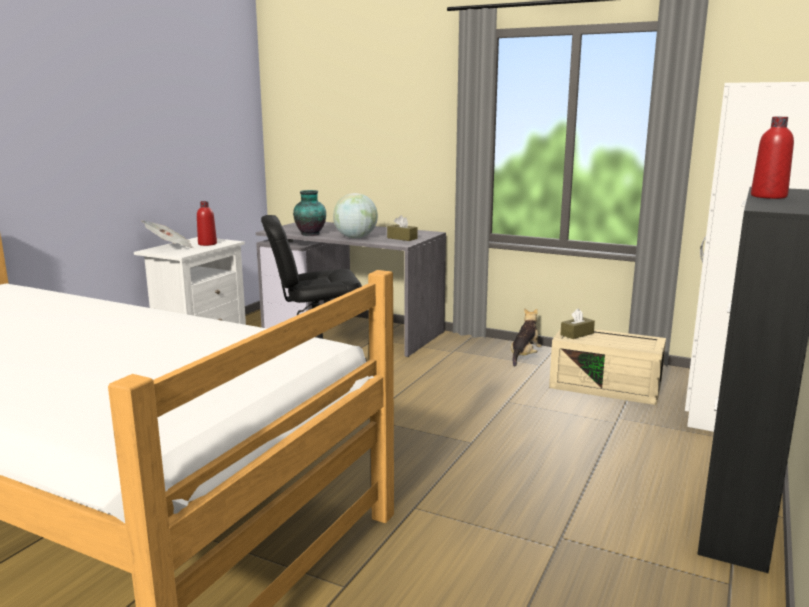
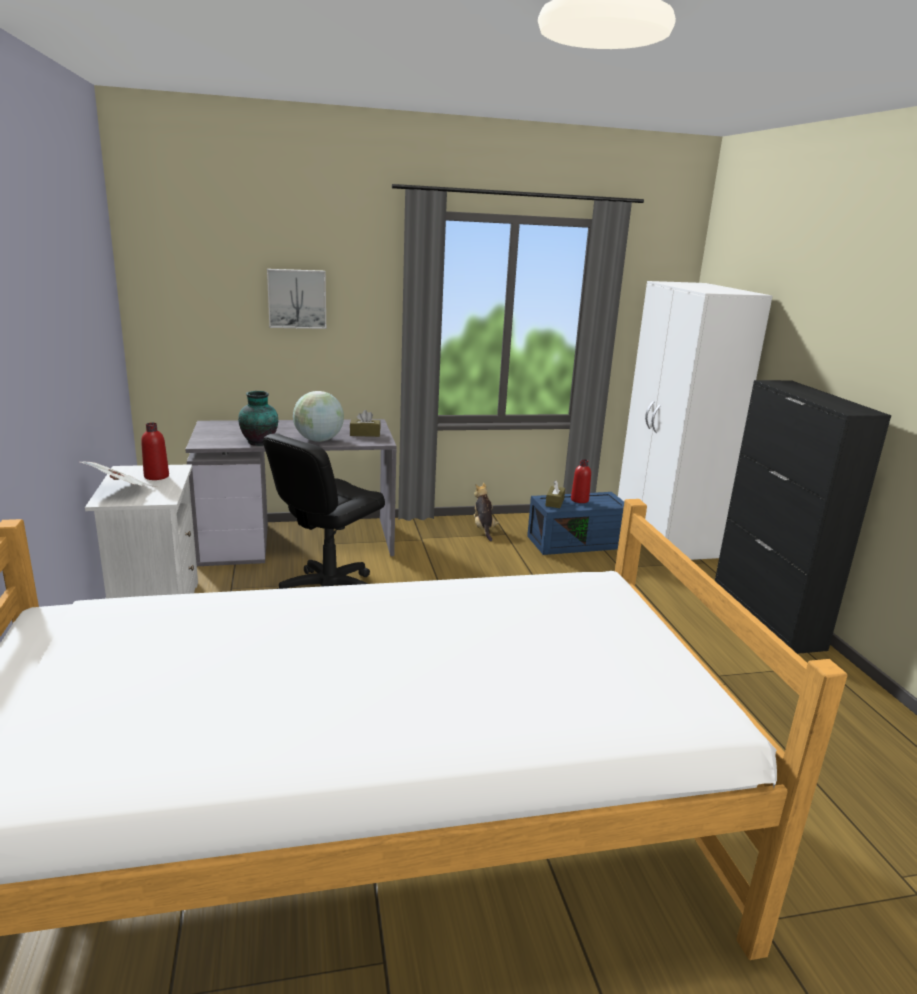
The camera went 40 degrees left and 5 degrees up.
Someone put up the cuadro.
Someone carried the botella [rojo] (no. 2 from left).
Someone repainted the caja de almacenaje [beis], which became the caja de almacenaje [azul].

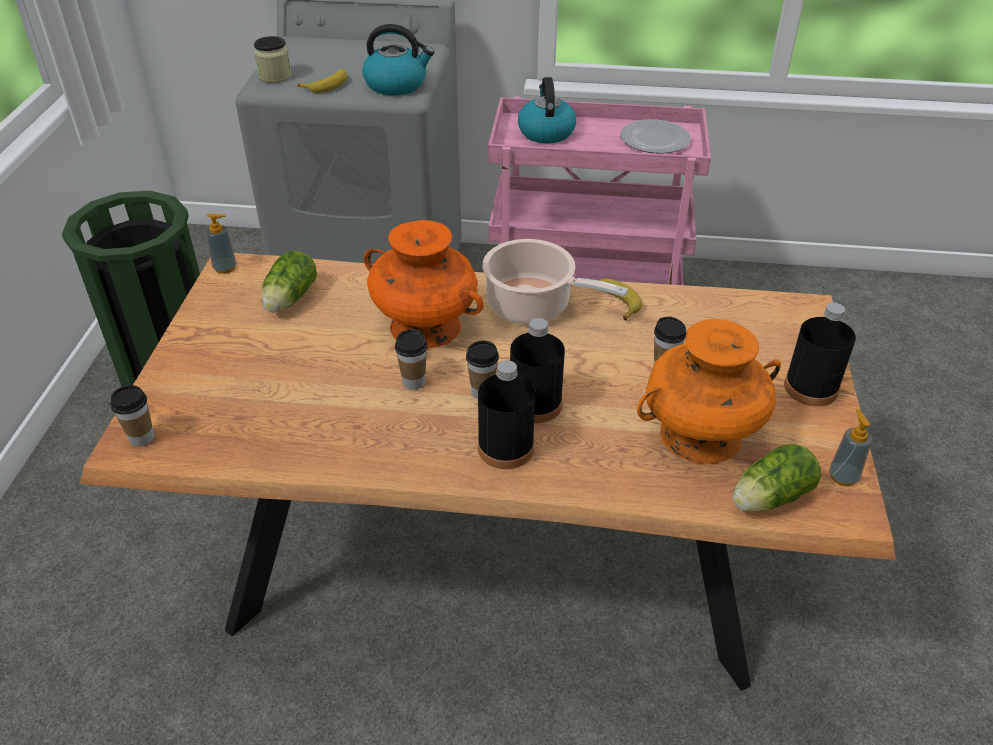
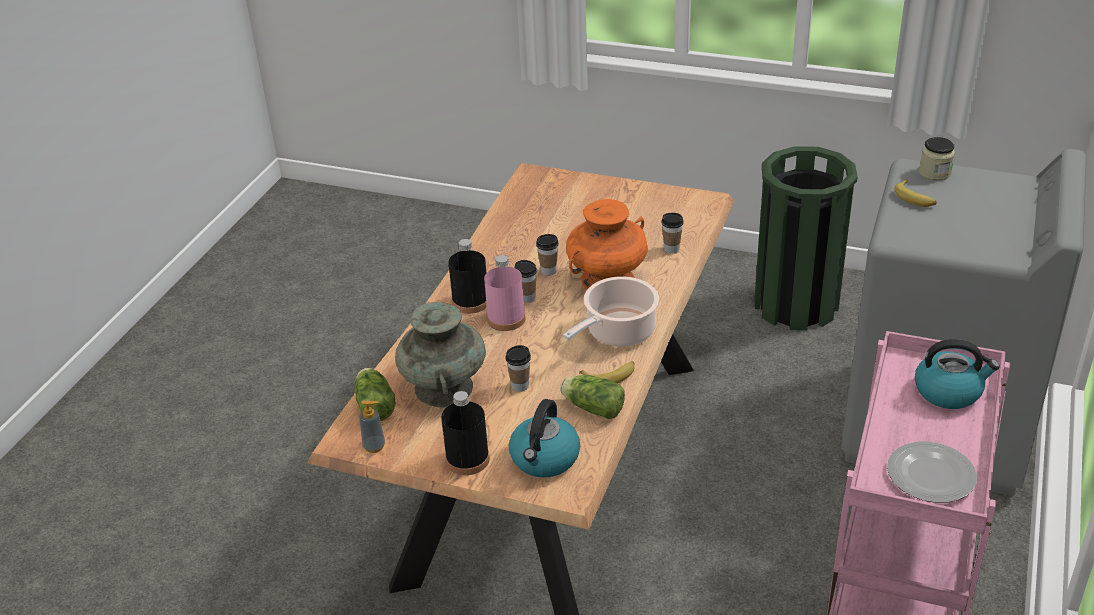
The camera went 105 degrees right and 5 degrees down.
Someone took away the dispensador de jabón (no. 1 from left).
Someone carried the taza (no. 1 from left in the first image).
Someone carried the lechuga (no. 1 from left in the first image).
Someone carried the hervidor (no. 1 from left).
Someone repainted the botella [negro] (no. 2 from left), which became the botella [rosa].
Someone repainted the florero [naranja] (no. 2 from left), which became the florero [turquesa].

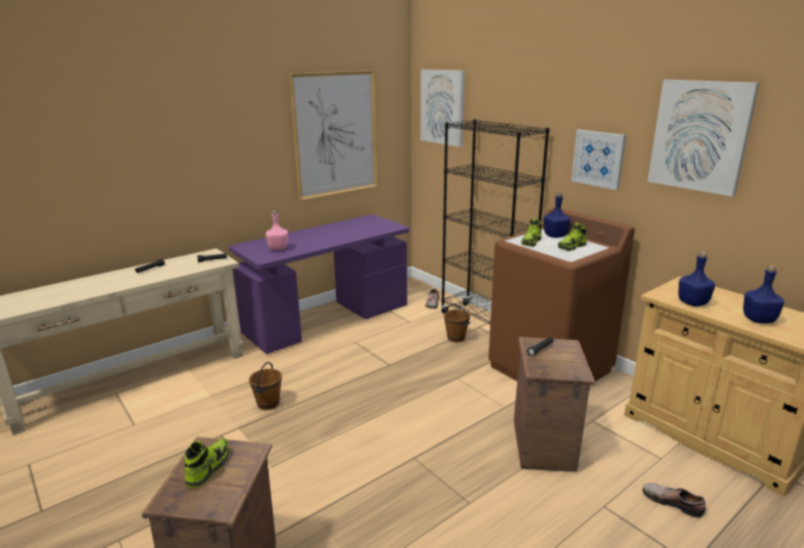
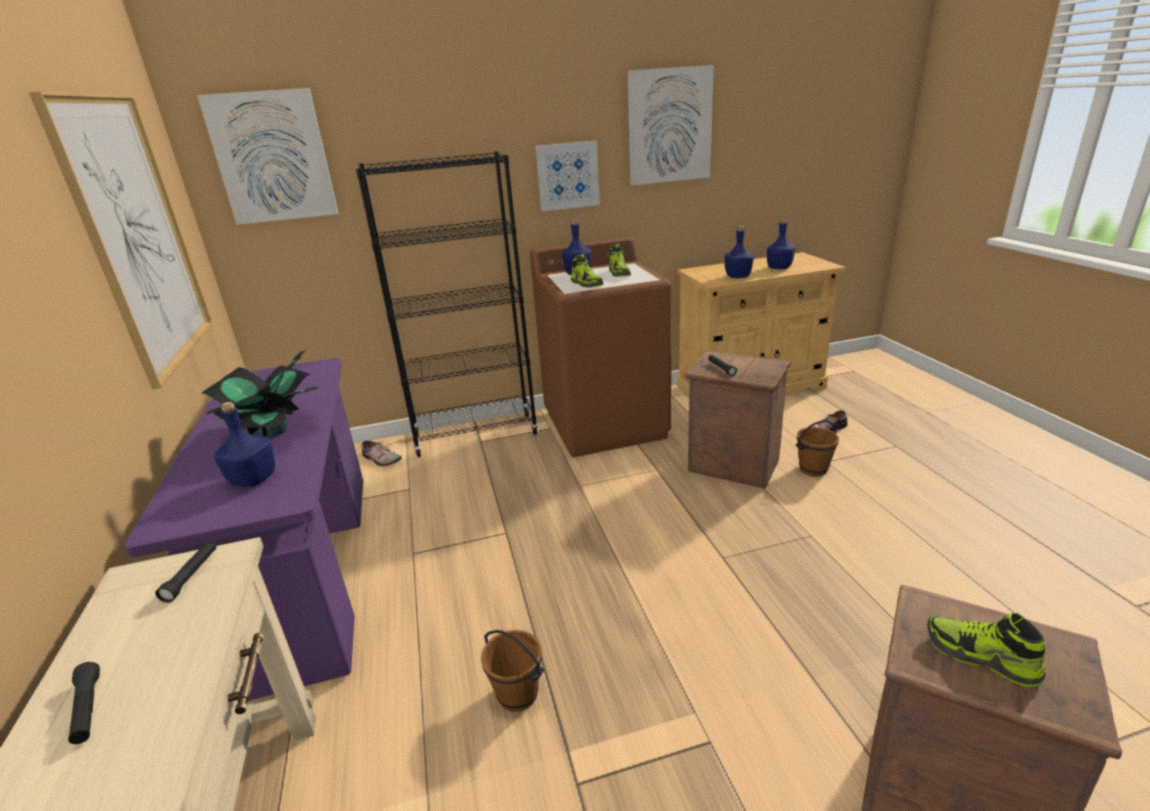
The camera went 65 degrees left and 5 degrees up.
Someone put down the planta en maceta.
Someone carried the cubo [marrón] (no. 2 from left).
Someone repainted the botella [rosa], which became the botella [azul] (no. 1 from left).

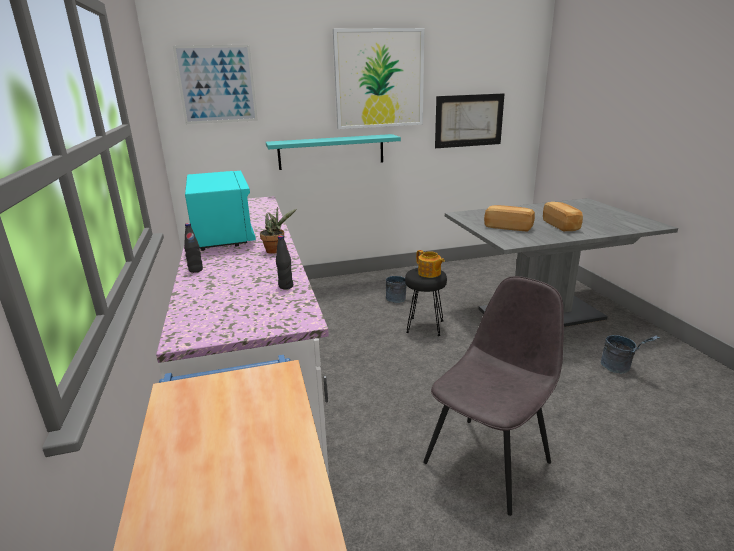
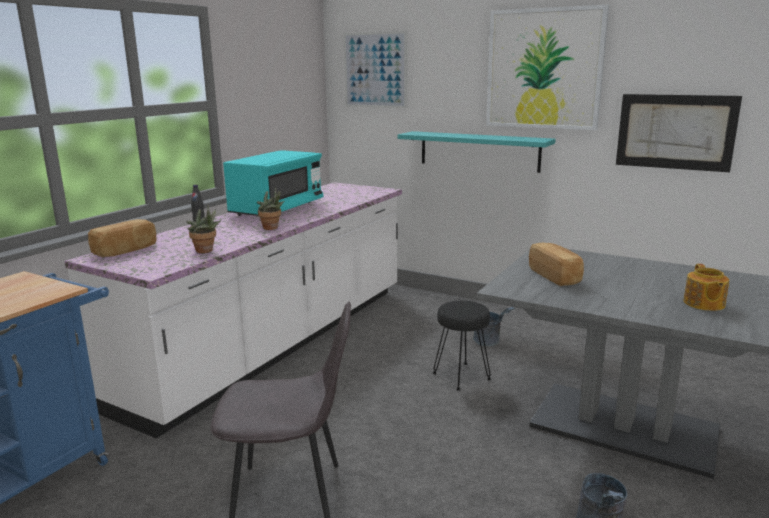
The camera went 45 degrees right and 5 degrees down.
Someone carried the tetera.
Someone carried the pan (no. 2 from left in the first image).
Someone swapped the botella [negro] (no. 2 from left) for the planta en maceta (no. 1 from left).

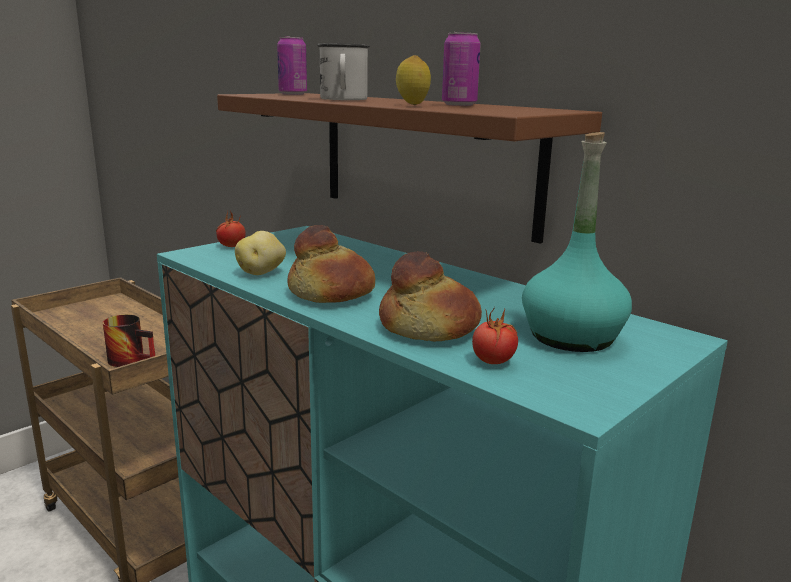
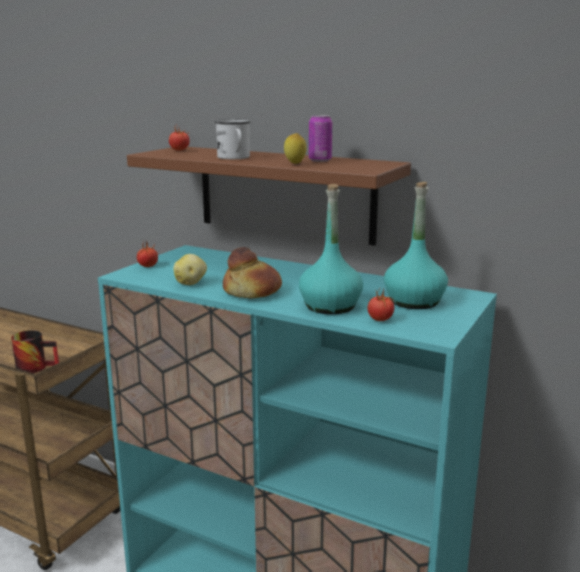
The camera went 15 degrees left and 0 degrees up.
Someone swapped the lata (no. 1 from left) for the tomate (no. 2 from left).
Someone swapped the pan (no. 2 from left) for the botella [turquesa] (no. 1 from left).

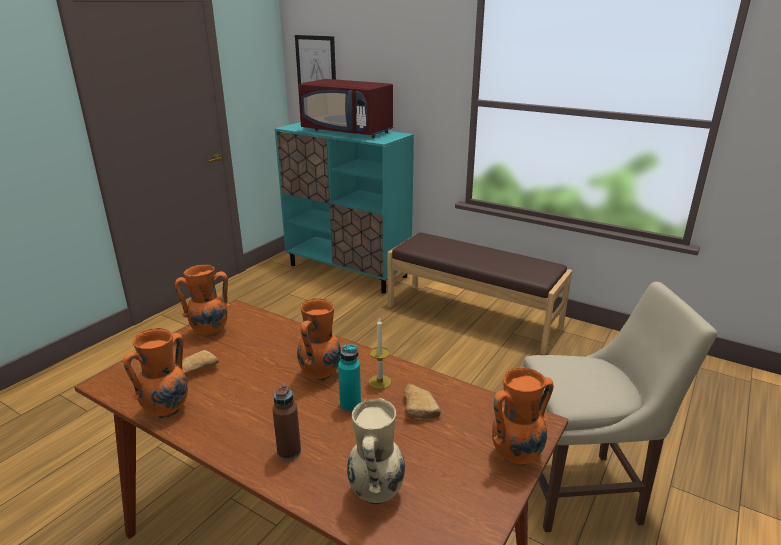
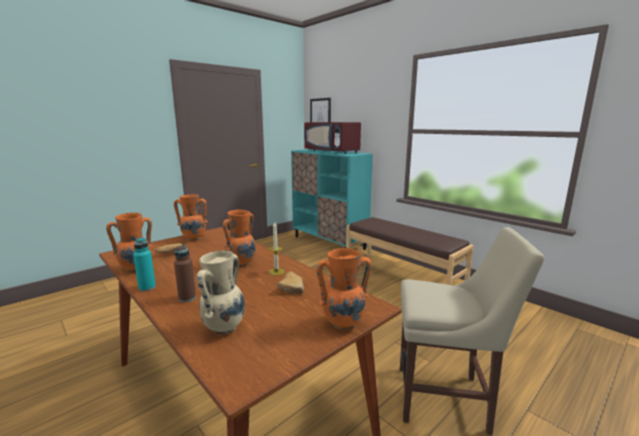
The camera went 15 degrees right and 10 degrees down.
Someone carried the botella [turquesa].

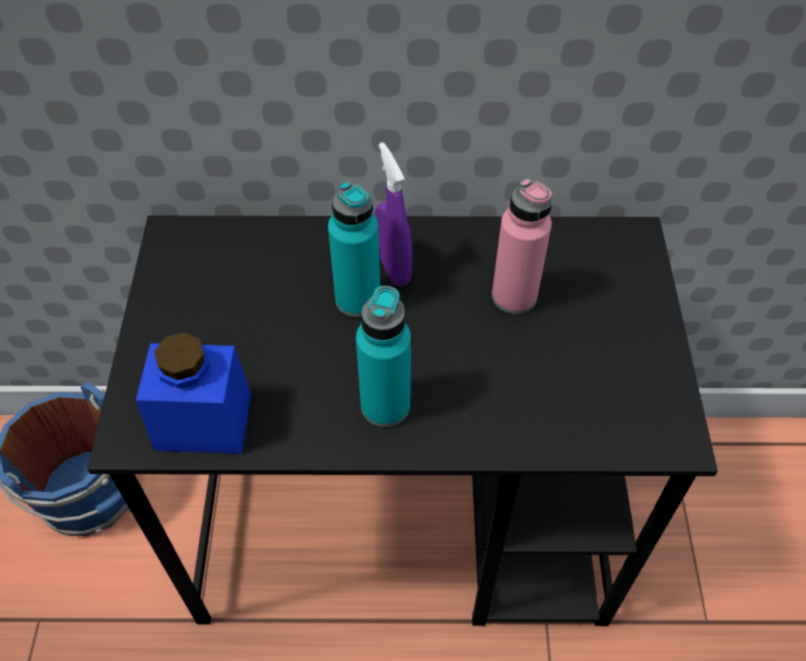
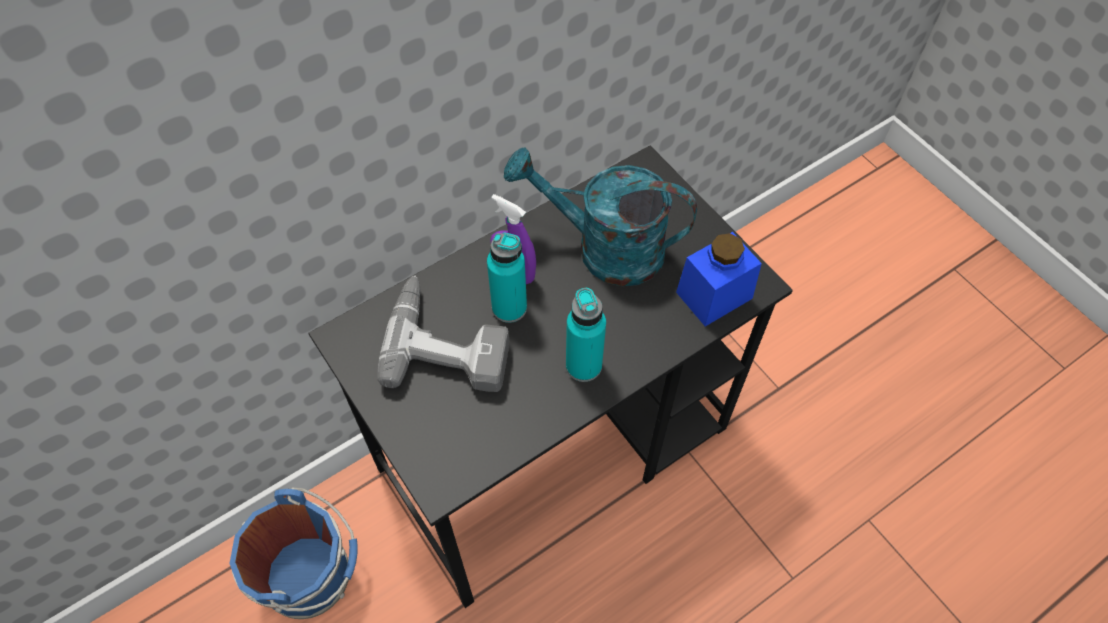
The camera went 35 degrees left and 5 degrees up.
Someone put down the taladro.
Someone carried the tarro [azul].
Someone swapped the botella [rosa] for the regadera [turquesa].

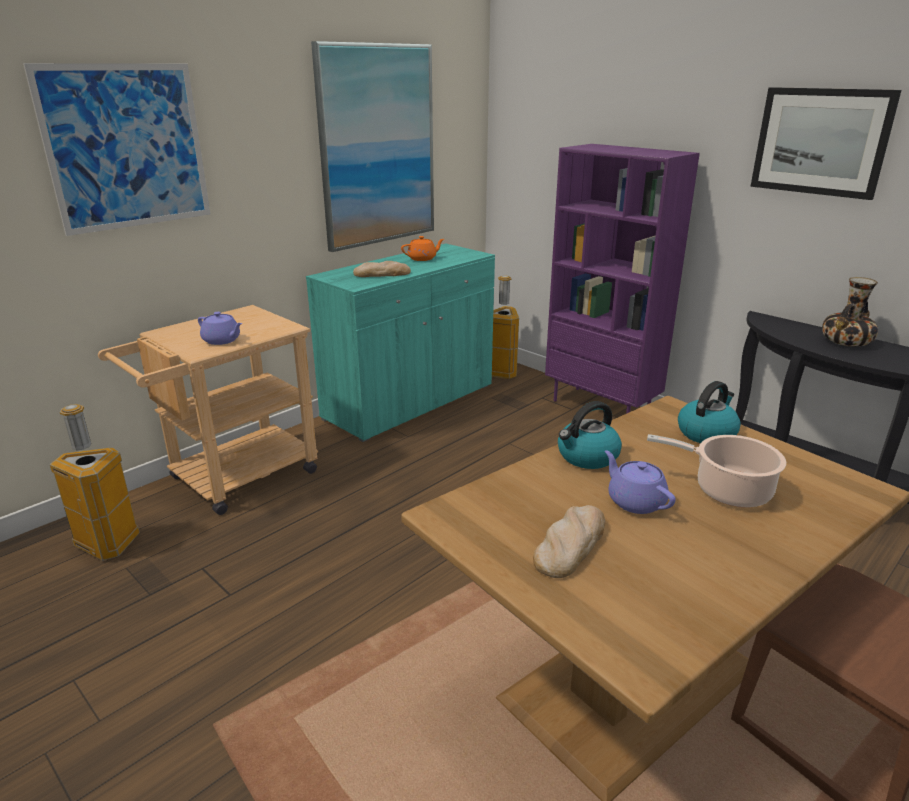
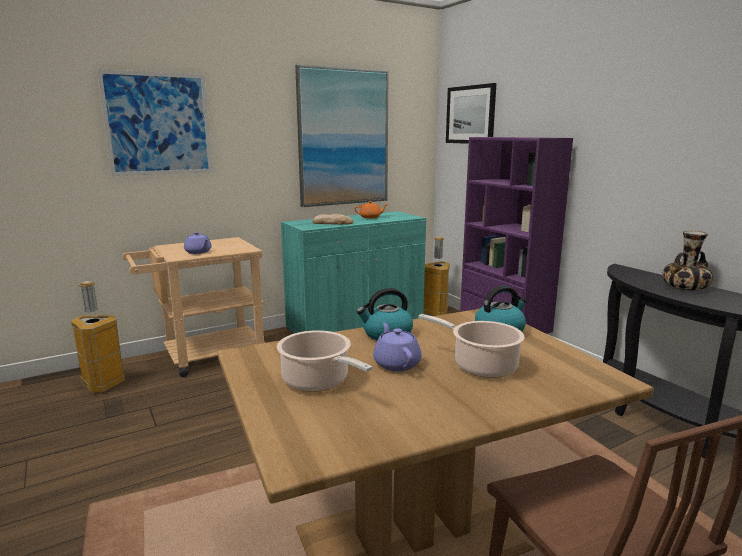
The camera went 15 degrees right and 10 degrees down.
Someone carried the cuadro (no. 3 from left).
Someone swapped the pan (no. 2 from left) for the olla (no. 1 from left).

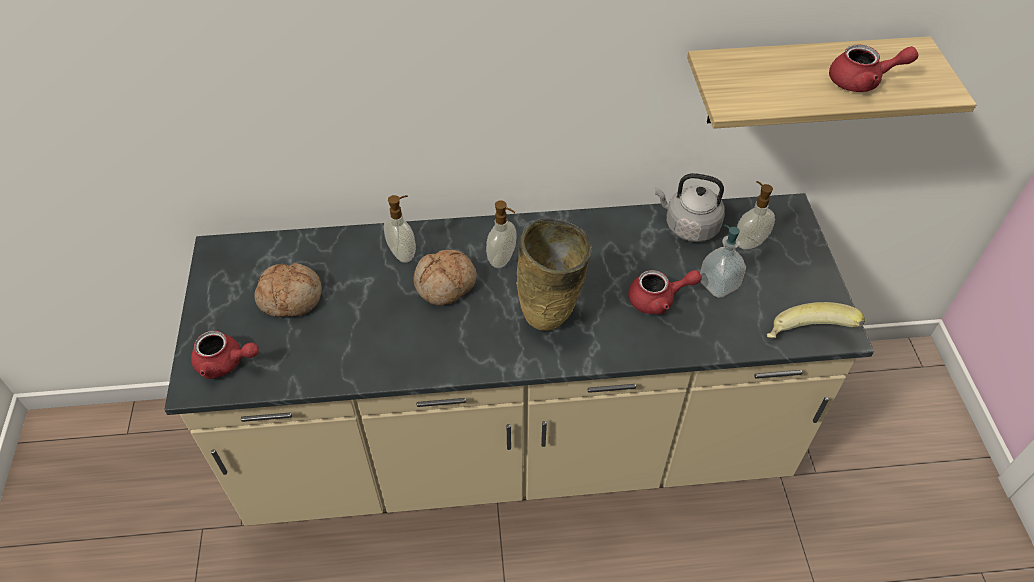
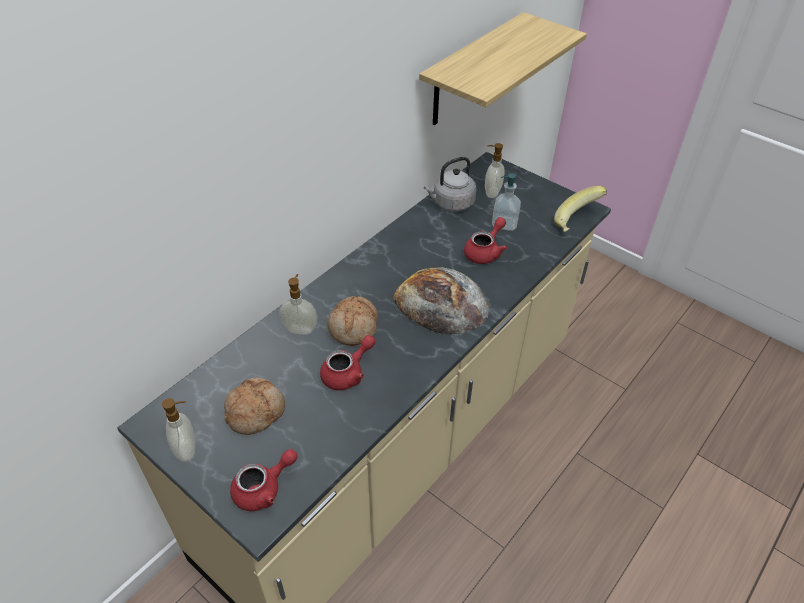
The camera went 45 degrees left and 5 degrees down.
Someone carried the dispensador de jabón (no. 2 from left in the first image).
Someone carried the tetera [rojo] (no. 3 from left in the first image).
Someone swapped the florero [beis] for the pan (no. 3 from left).

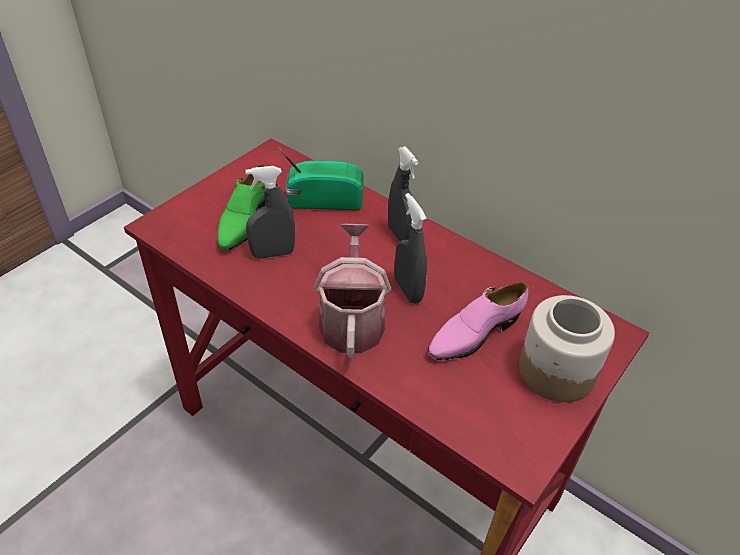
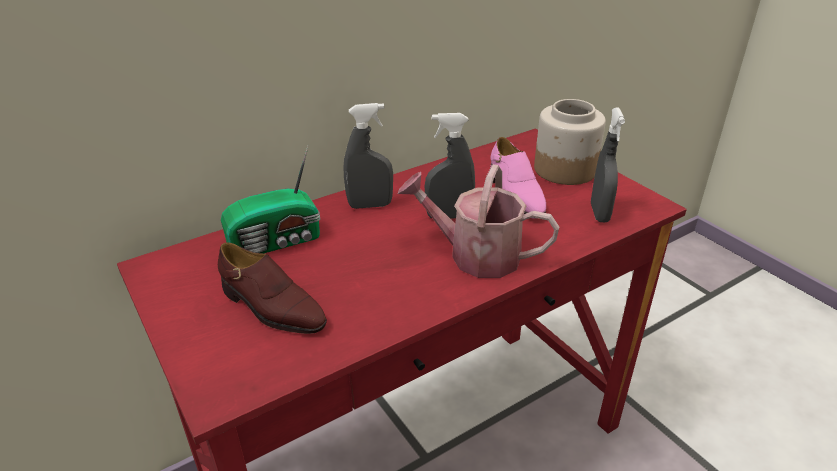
The camera went 70 degrees left and 10 degrees down.
Someone carried the pulverizador [gris] (no. 1 from left in the first image).
Someone repainted the zapato [verde], which became the zapato [marrón].
Someone rotated the radio by 135 degrees counterclockwise.

